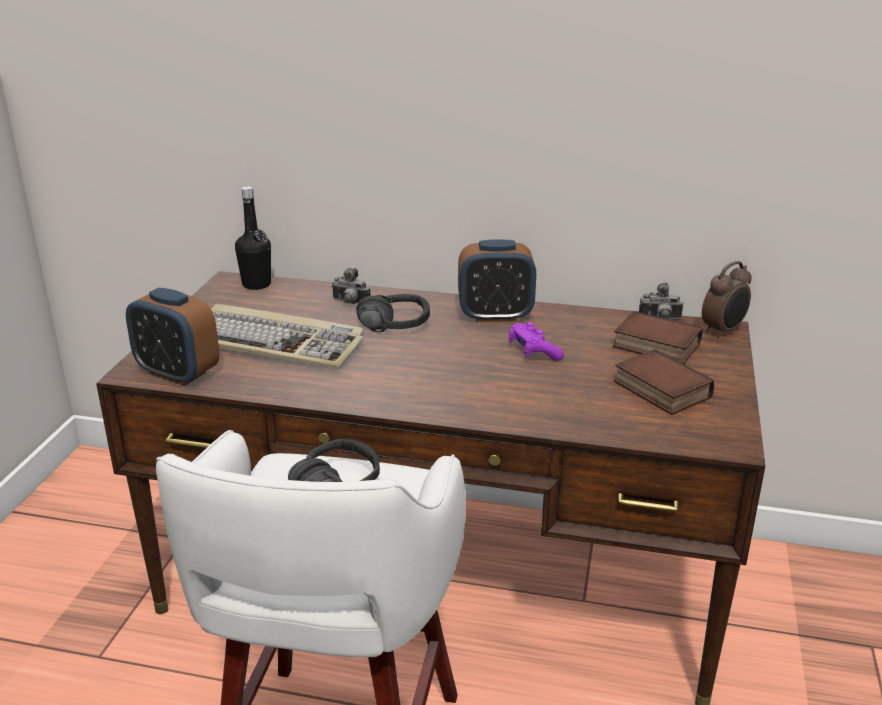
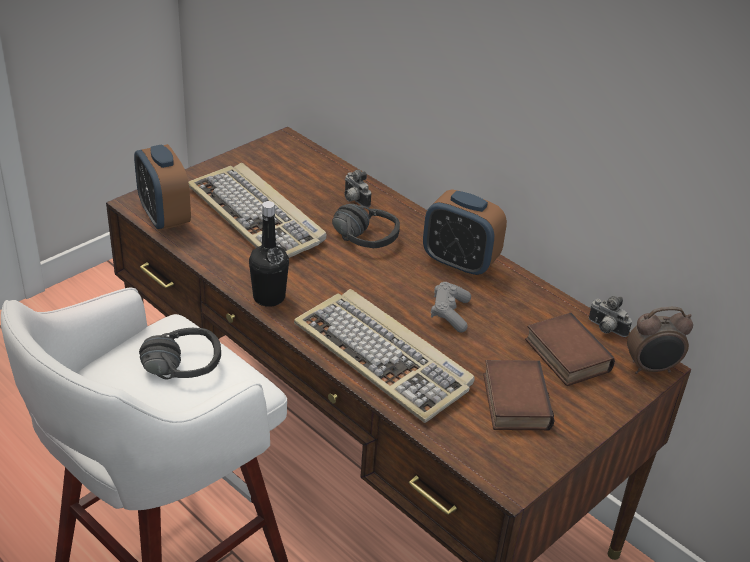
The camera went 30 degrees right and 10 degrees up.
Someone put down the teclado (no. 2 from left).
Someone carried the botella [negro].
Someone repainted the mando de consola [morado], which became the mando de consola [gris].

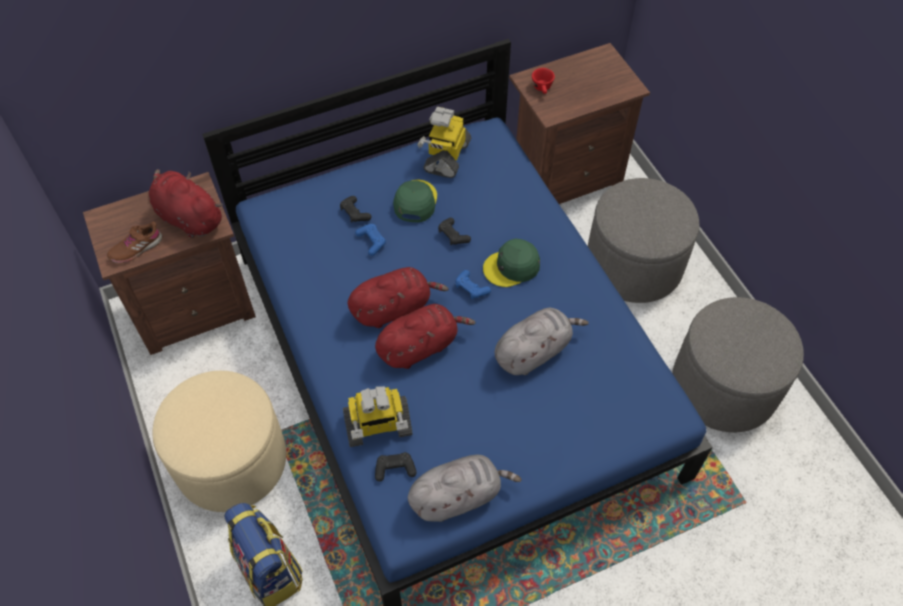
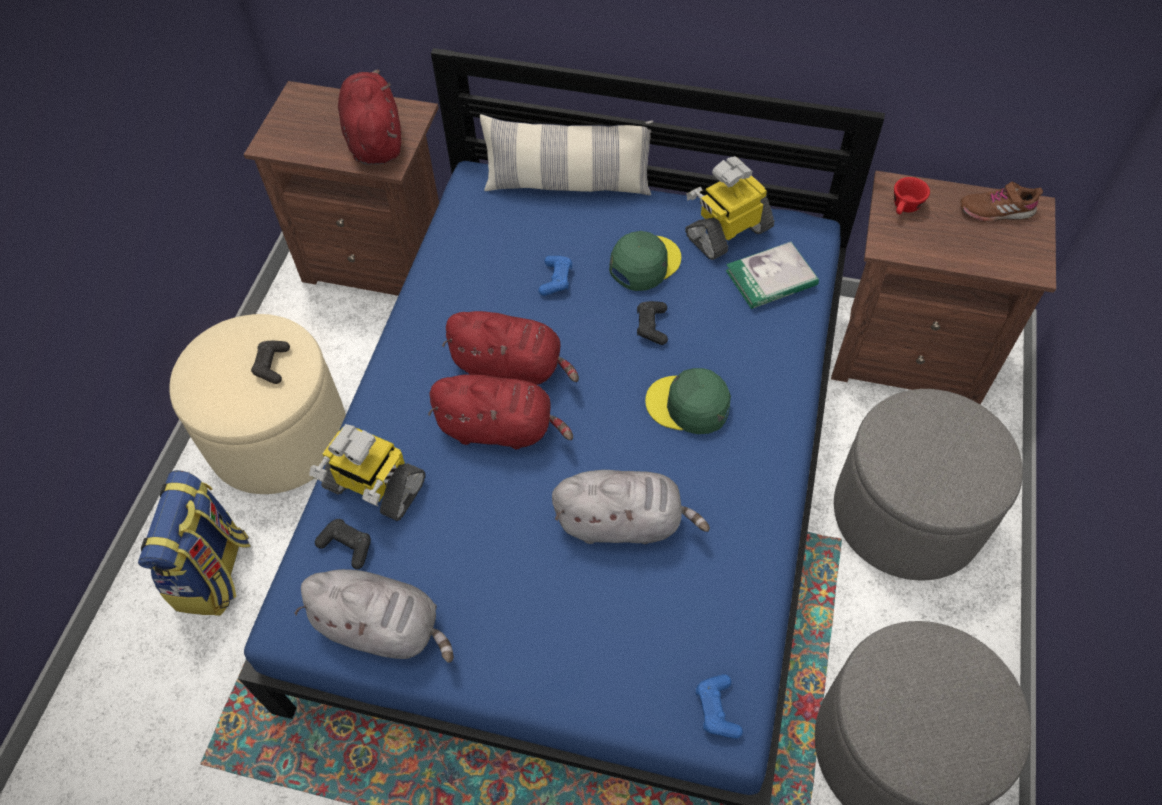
The camera went 40 degrees right and 0 degrees up.
Someone put down the cojín.
Someone put down the libro.
Someone carried the zapato [marrón].
Someone carried the mando de consola [negro] (no. 1 from left).
Someone carried the mando de consola [azul] (no. 2 from left).

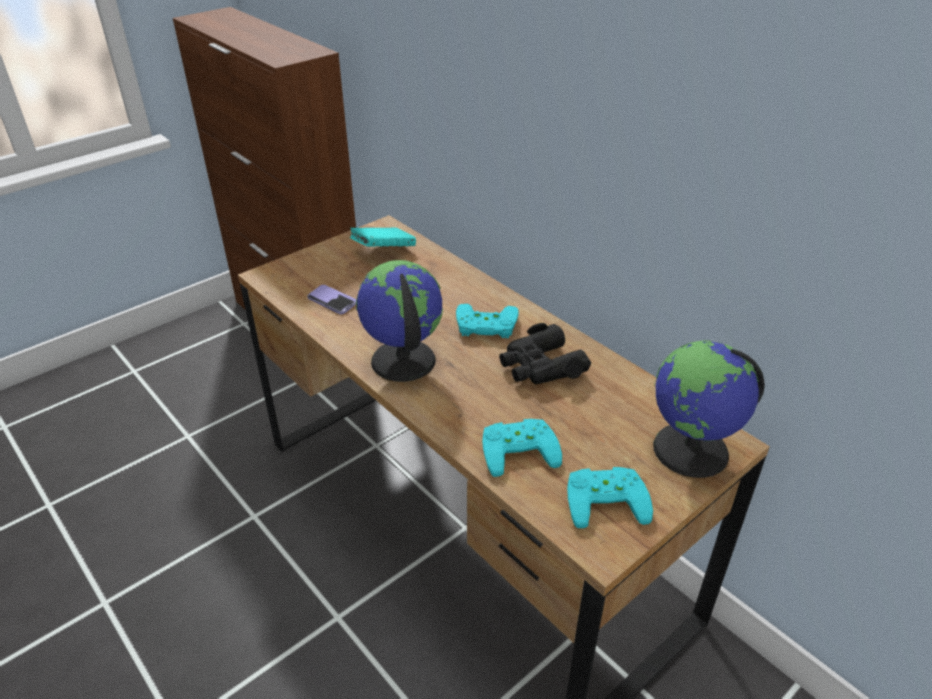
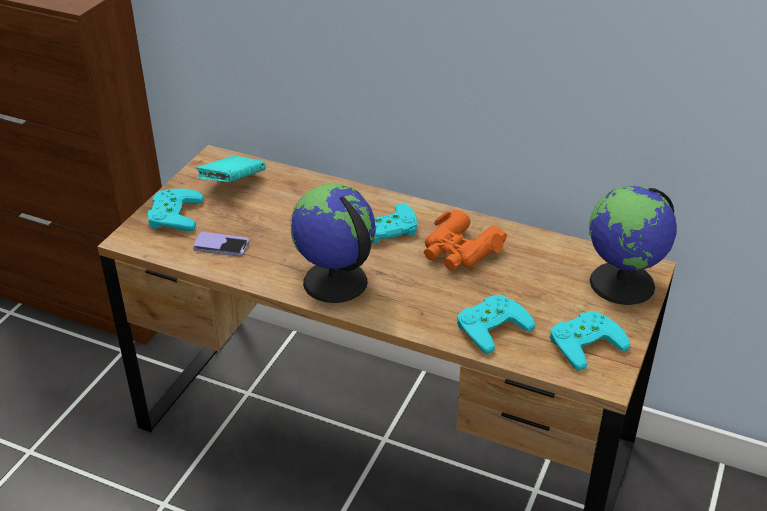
The camera went 25 degrees left and 0 degrees up.
Someone put down the mando de consola [turquesa] (no. 1 from left).
Someone repainted the prismáticos [negro], which became the prismáticos [naranja].

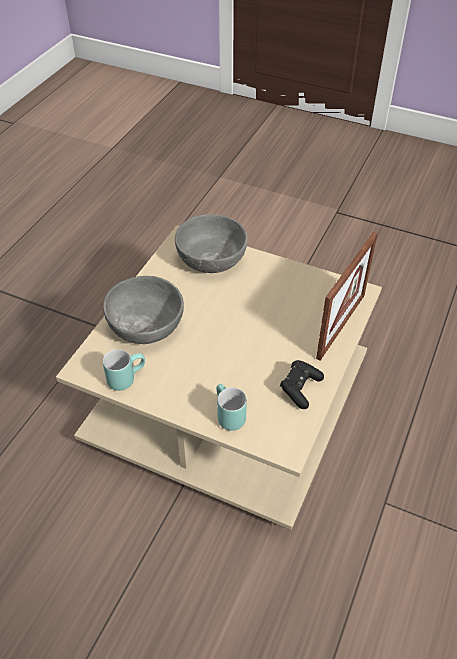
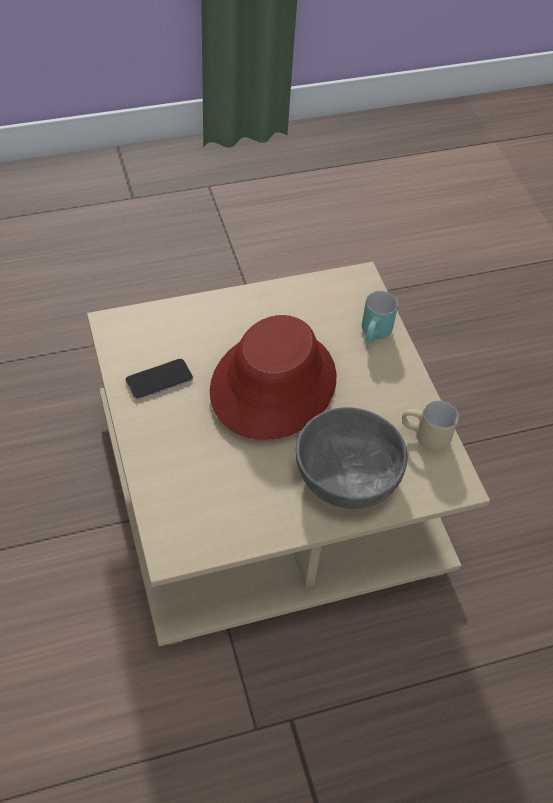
The camera went 135 degrees left and 5 degrees up.
Someone took away the cuenco [gris] (no. 2 from left).
Someone took away the mando de consola [negro].
Someone took away the portarretratos.
Someone put down the móvil.
Someone put down the sombrero [rojo].
Someone repainted the taza grande [turquesa] (no. 1 from left), which became the taza grande [beis].

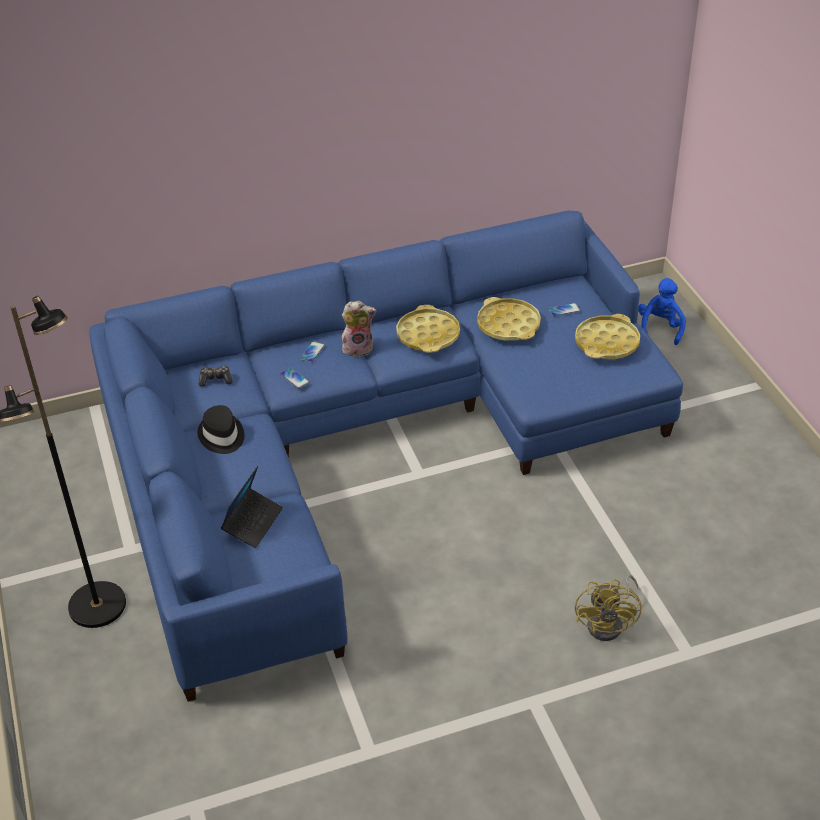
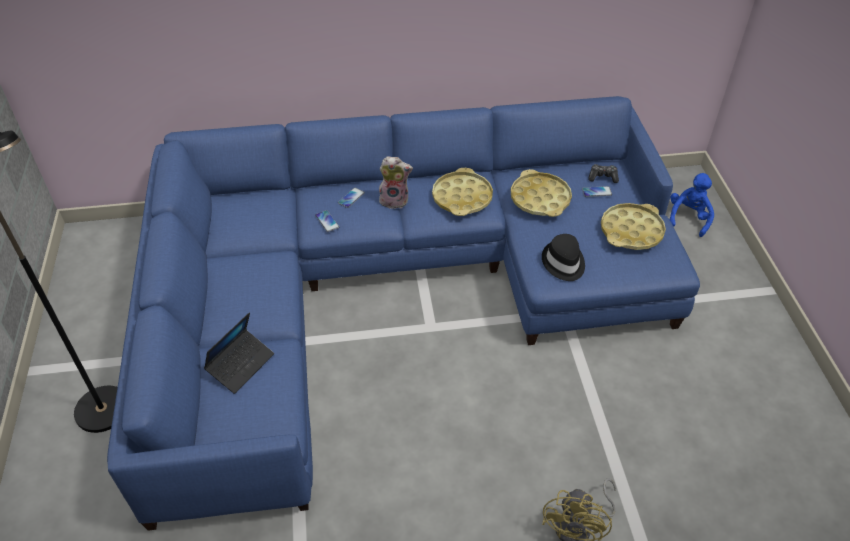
The camera went 10 degrees right and 5 degrees up.
Someone carried the sombrero [negro].
Someone carried the mando de consola.

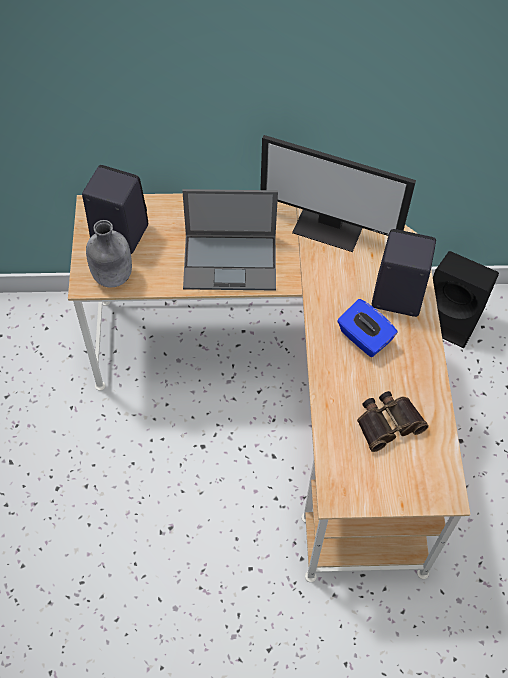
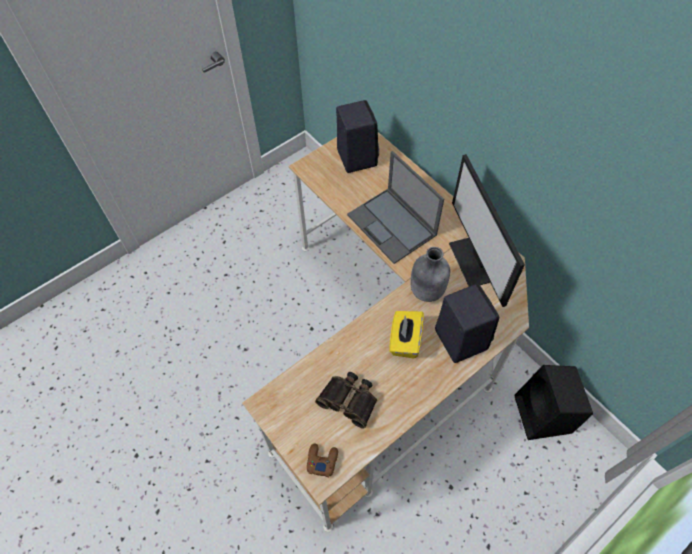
The camera went 55 degrees right and 0 degrees up.
Someone put down the mando de consola [marrón].
Someone carried the botella [gris].
Someone repainted the caja de pañuelos [azul], which became the caja de pañuelos [amarillo].

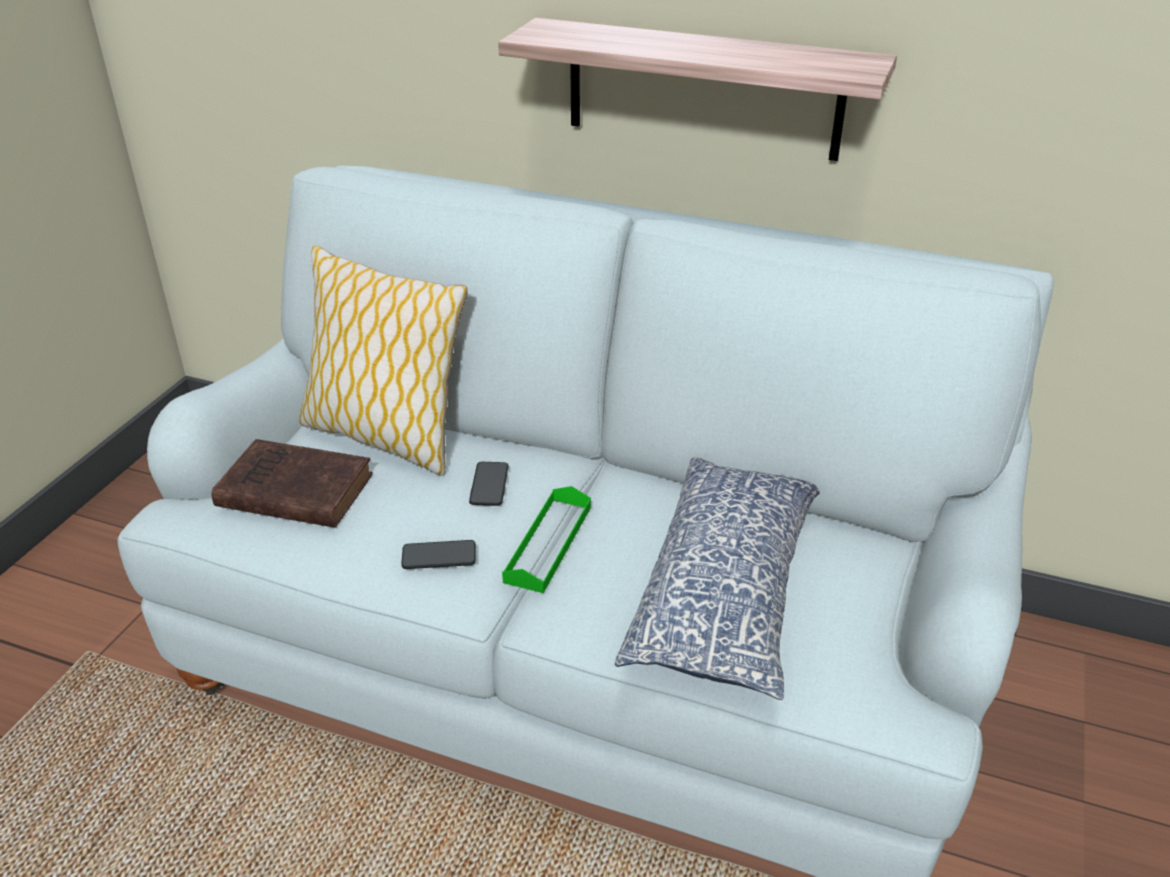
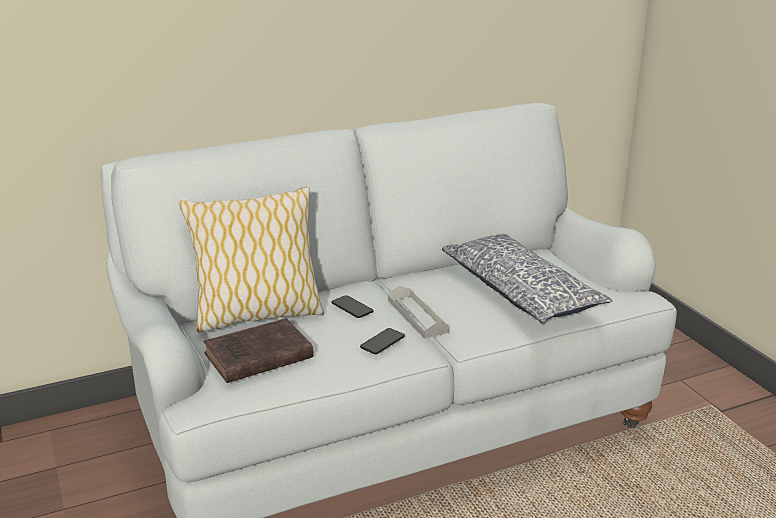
The camera went 45 degrees left and 10 degrees down.
Someone took away the estante.
Someone repainted the bandeja [verde], which became the bandeja [gris].

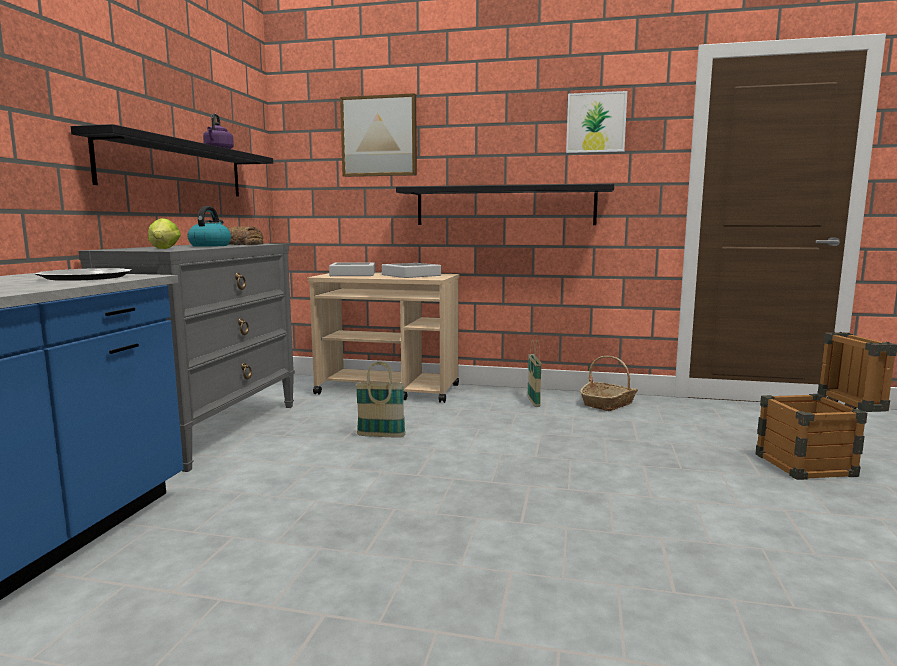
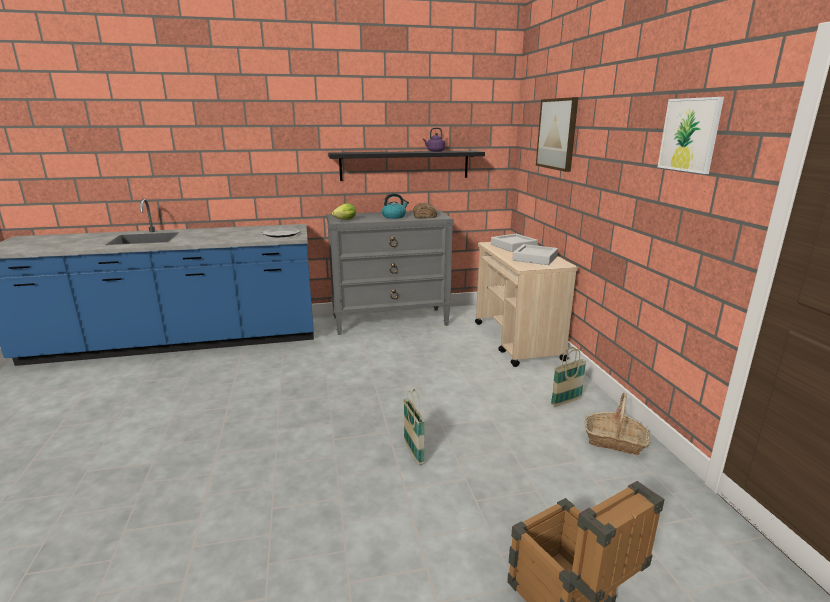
The camera went 65 degrees right and 10 degrees up.
Someone took away the estante [negro] (no. 2 from left).
Someone carried the cesta (no. 1 from left).

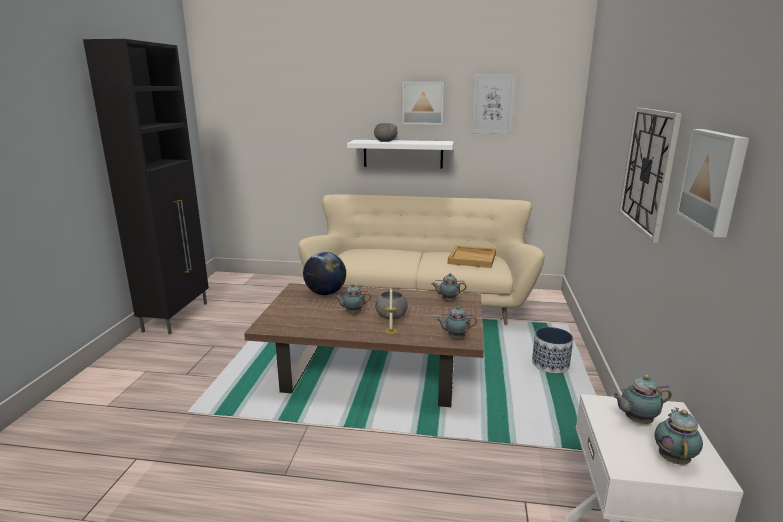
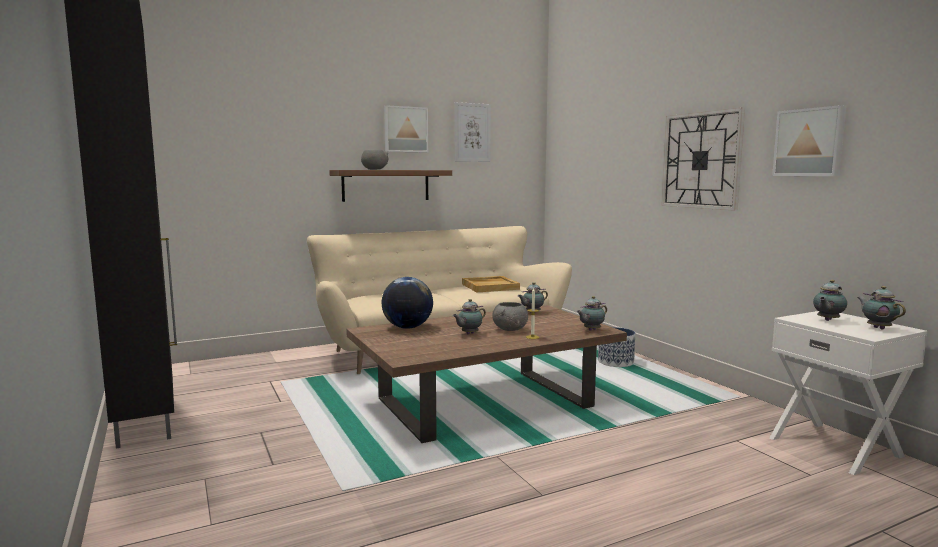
The camera went 35 degrees left and 10 degrees down.
Someone repainted the estante [blanco], which became the estante [marrón].

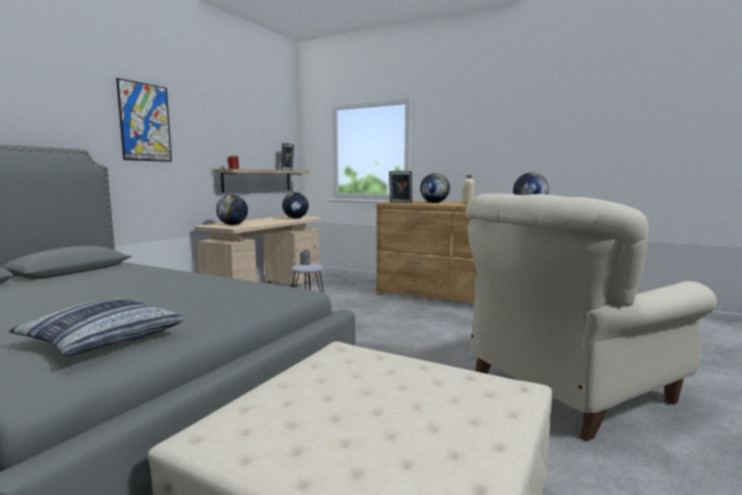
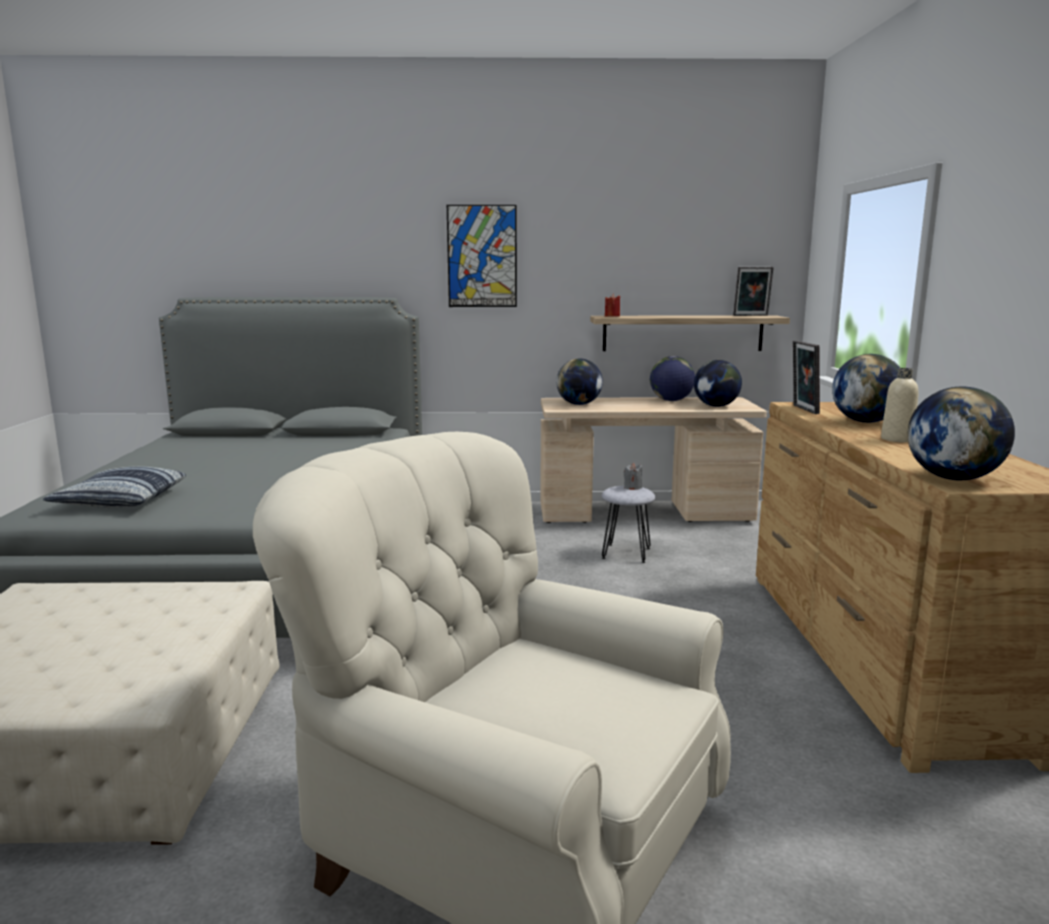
The camera went 60 degrees right and 5 degrees up.
Someone put down the globo terráqueo (no. 2 from left).

